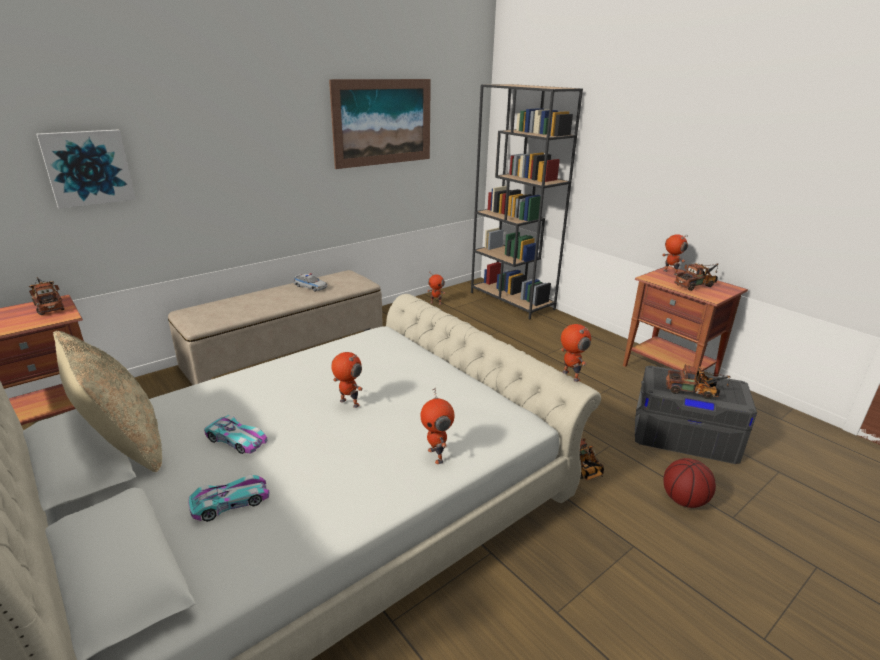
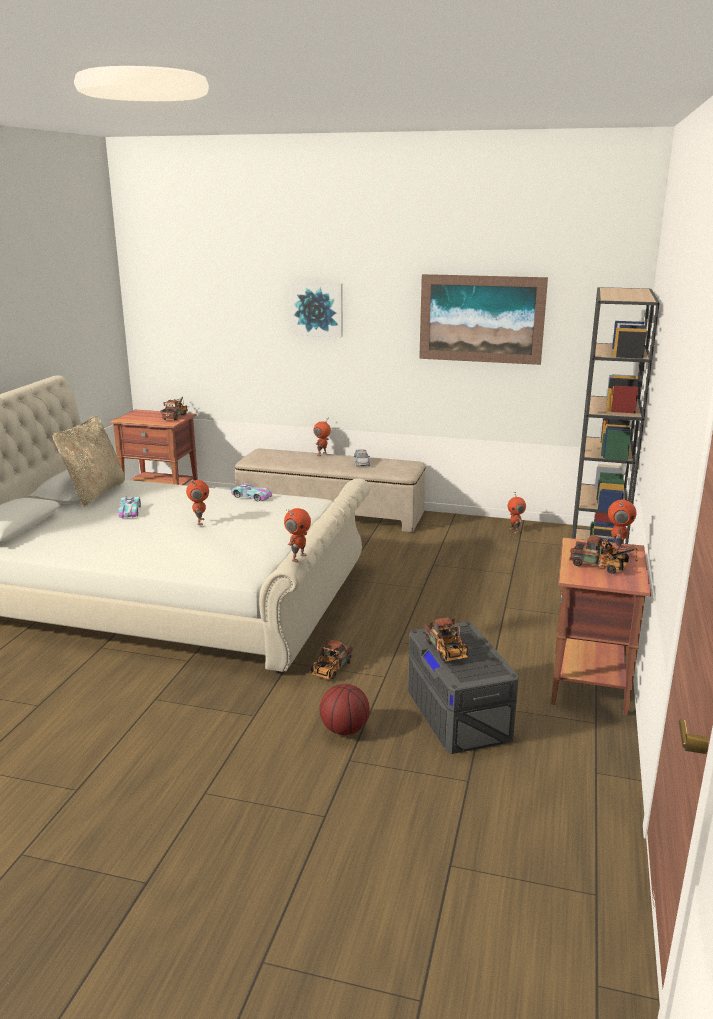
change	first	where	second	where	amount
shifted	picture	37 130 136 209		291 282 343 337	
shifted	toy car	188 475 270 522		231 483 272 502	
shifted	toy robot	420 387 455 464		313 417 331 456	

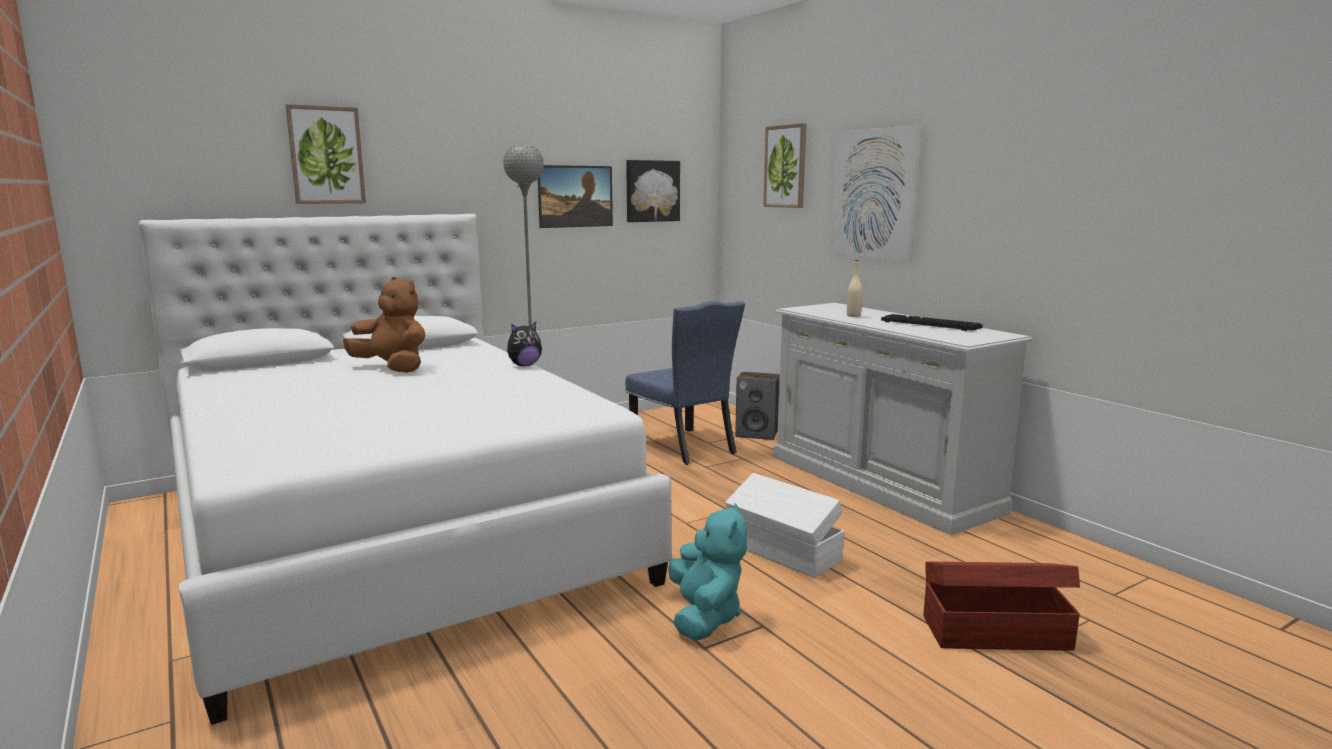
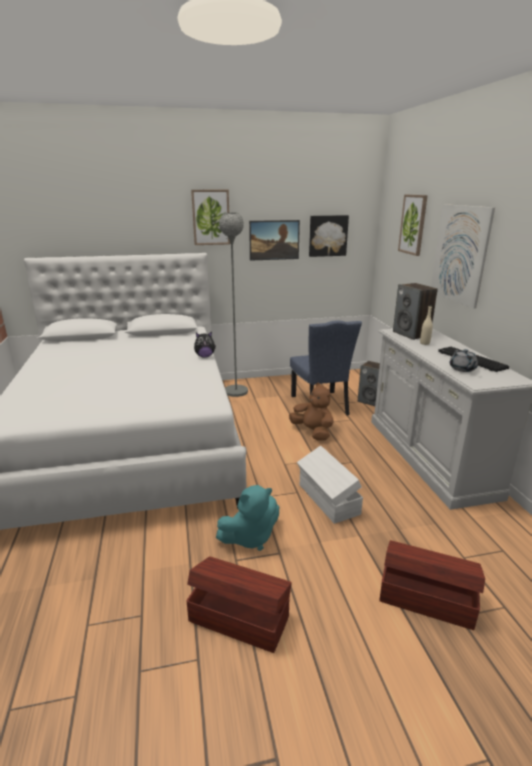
change	first	where	second	where	amount
new			brown storage box	186 556 292 653	
new			speaker	393 283 438 340	
new			grey teapot	450 349 478 372	
shifted	picture	286 104 366 204		191 190 230 245	
shifted	brown plush toy	343 277 425 373		289 383 334 440	
rotated	turquoise plush toy	669 503 747 641		216 485 279 551	45 degrees clockwise

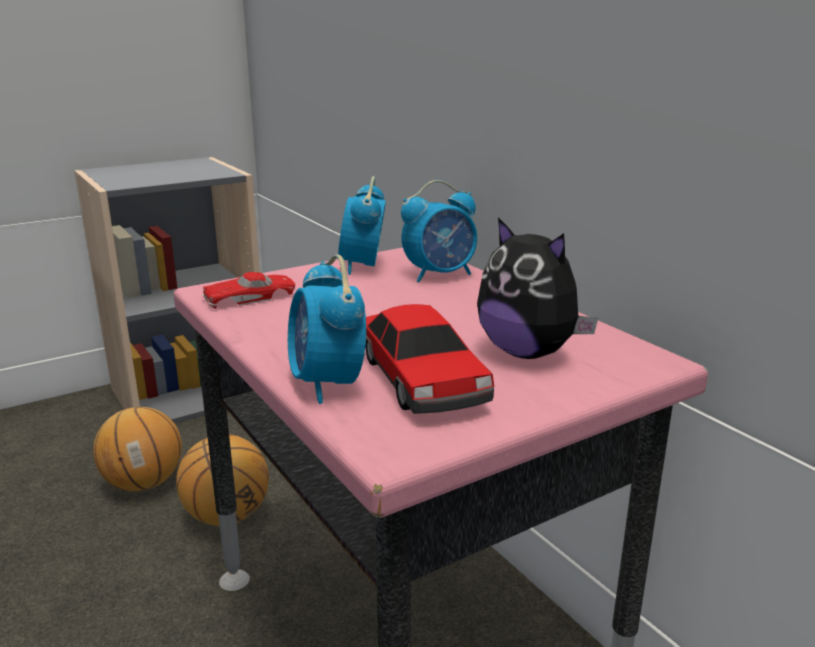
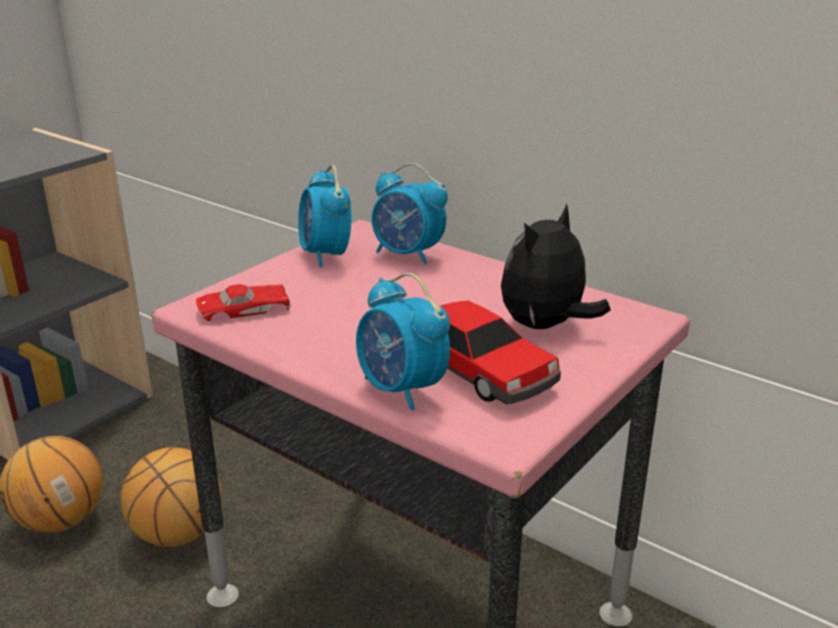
change	first	where	second	where	amount
rotated	red toy car	202 272 296 309		196 284 291 321	150 degrees counterclockwise
rotated	alarm clock	401 180 477 282		372 163 448 264	75 degrees clockwise
rotated	plush toy	477 217 598 359		501 204 611 329	105 degrees clockwise

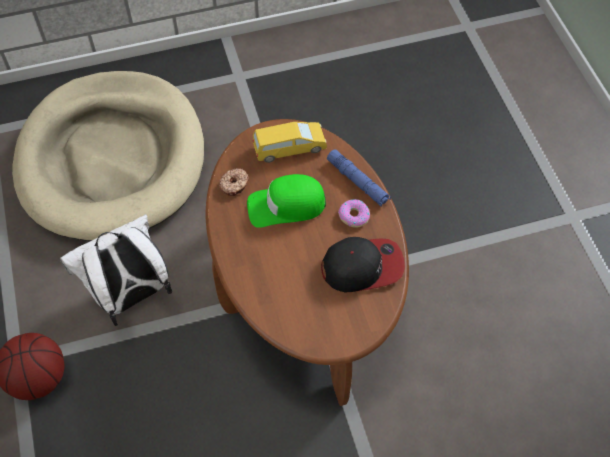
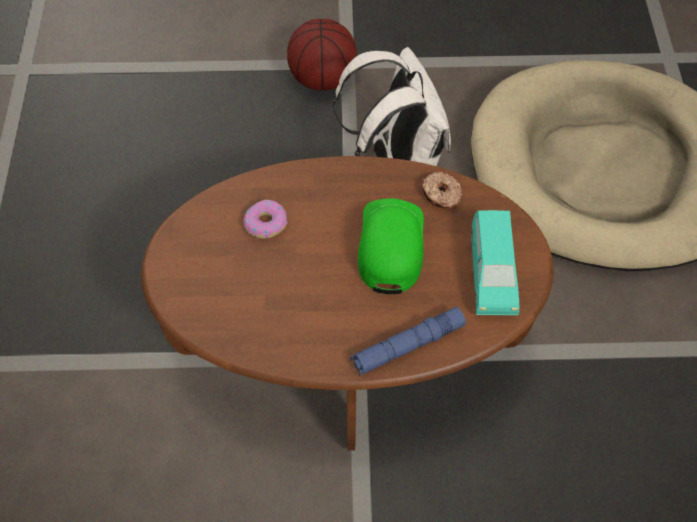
change	first	where	second	where	amount
gone	cap	321 237 405 292			
shifted	donut	338 199 370 228		243 200 288 239	
repainted	yellow toy car	253 122 327 163	turquoise toy car	471 210 520 315	

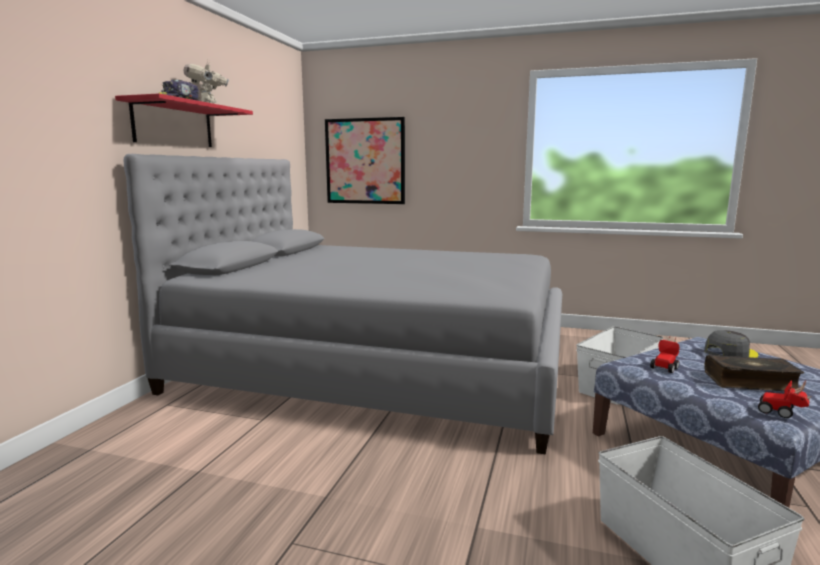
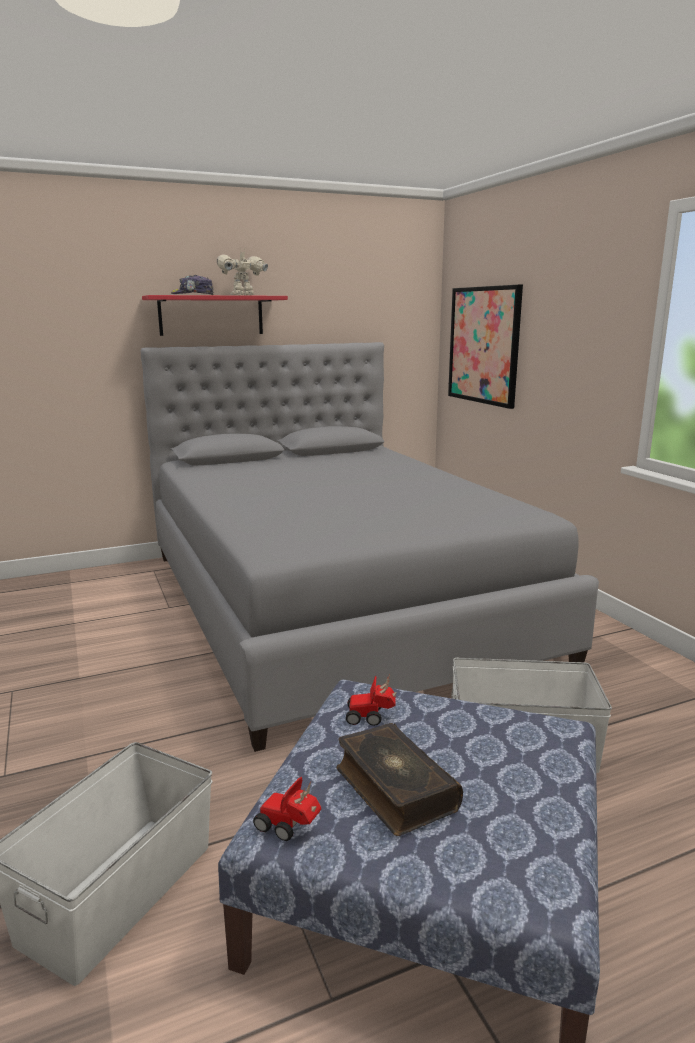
change	first	where	second	where	amount
gone	grey cap	704 330 758 358			
rotated	toy car	758 381 811 418		253 777 321 841	60 degrees counterclockwise

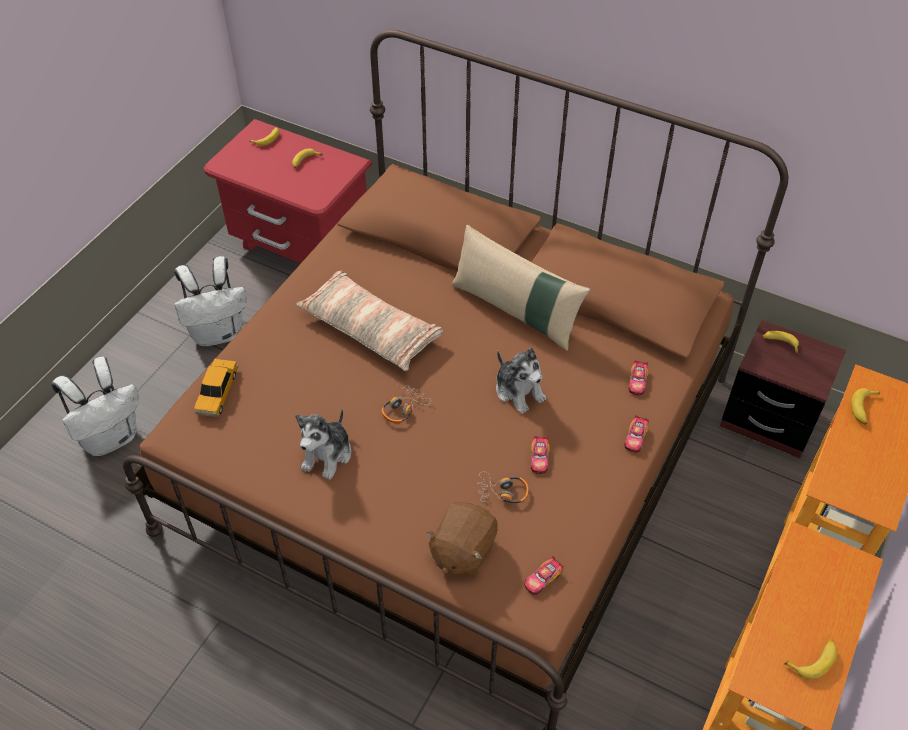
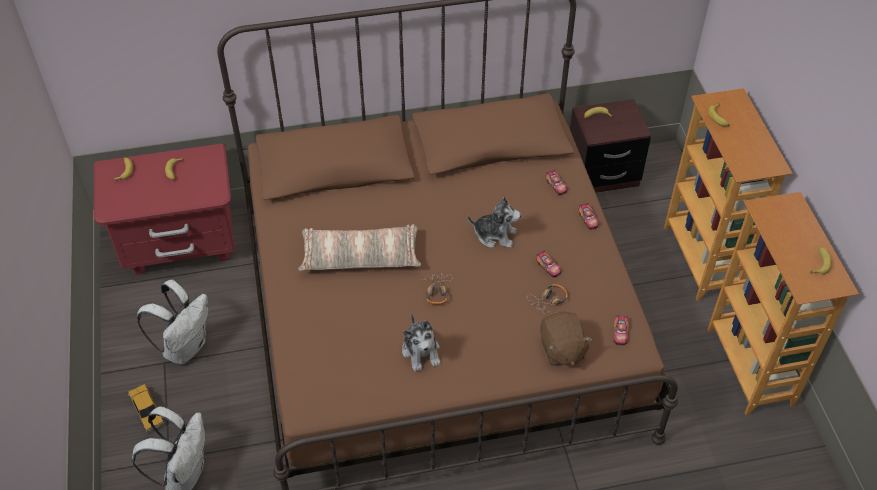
change	first	where	second	where	amount
gone	beige pillow	452 225 591 351			
shifted	toy car	194 359 239 417		128 384 165 432	

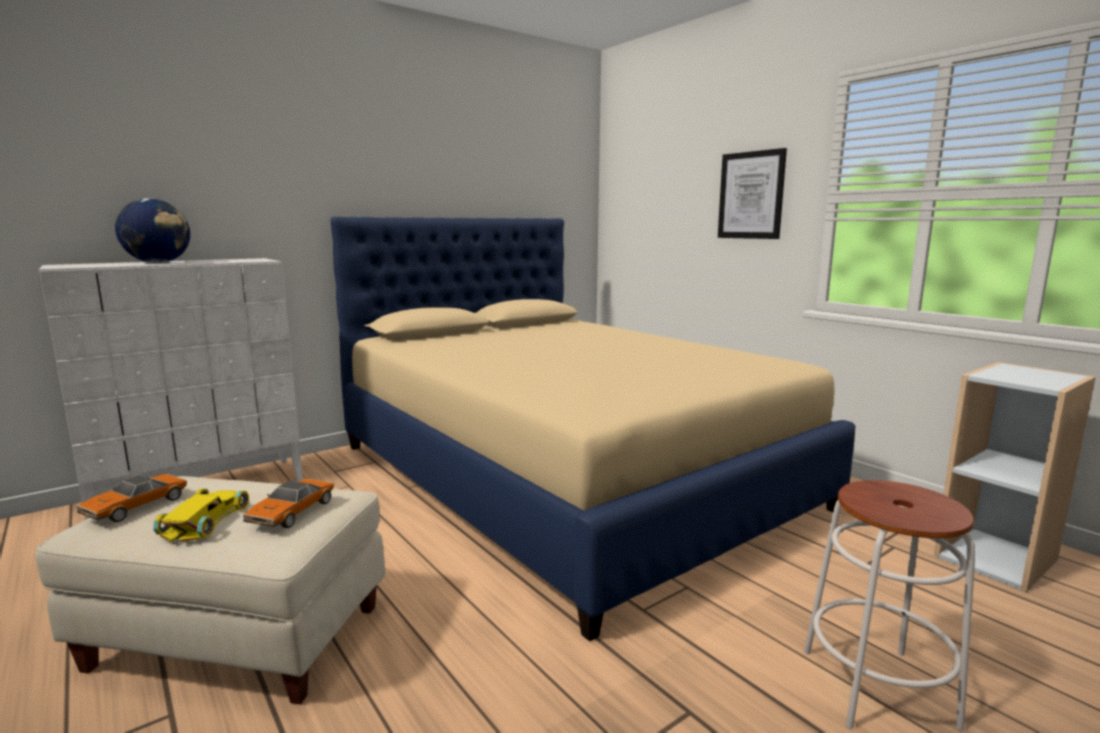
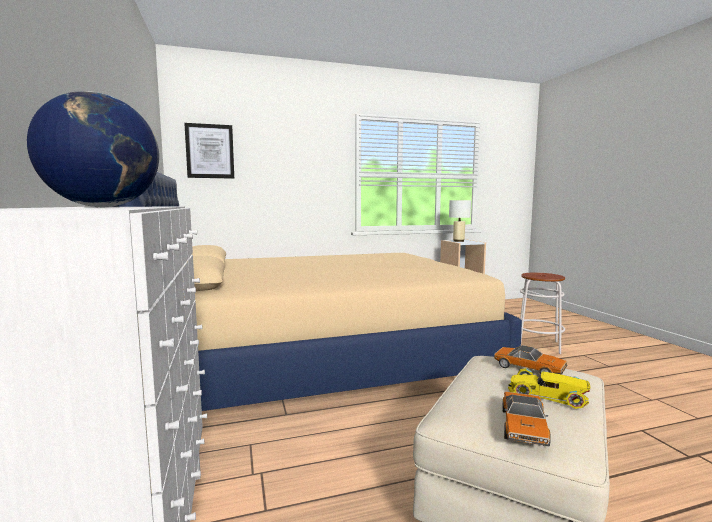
change	first	where	second	where	amount
new			white table lamp	449 200 471 242	
shifted	picture	718 148 787 239		184 123 234 179	
rotated	toy car	76 474 187 522		502 392 551 446	60 degrees clockwise

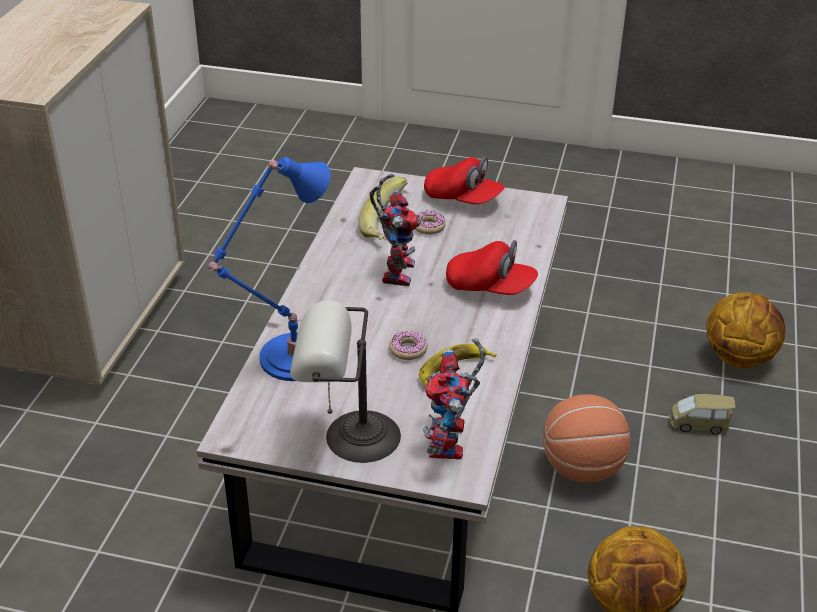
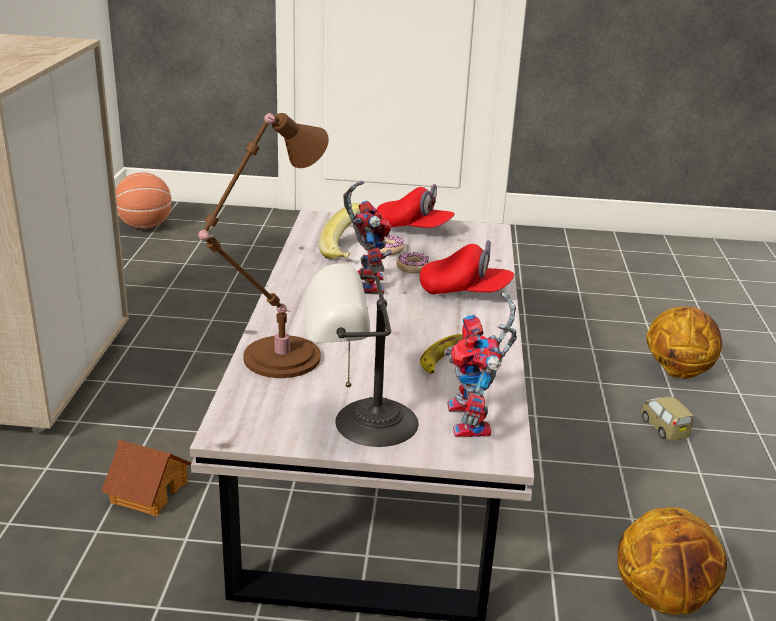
change	first	where	second	where	amount
new			toy house	101 440 191 516	
shifted	donut	389 331 427 360		396 252 430 274	
shifted	basketball	543 394 631 483		115 173 172 229	
repainted	blue table lamp	208 157 331 381	brown table lamp	198 113 329 378	
rotated	toy car	670 394 736 435		641 397 693 441	75 degrees clockwise

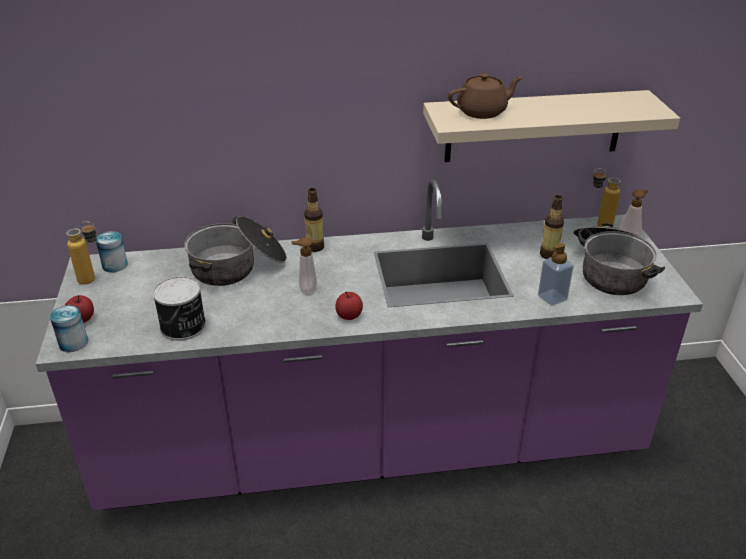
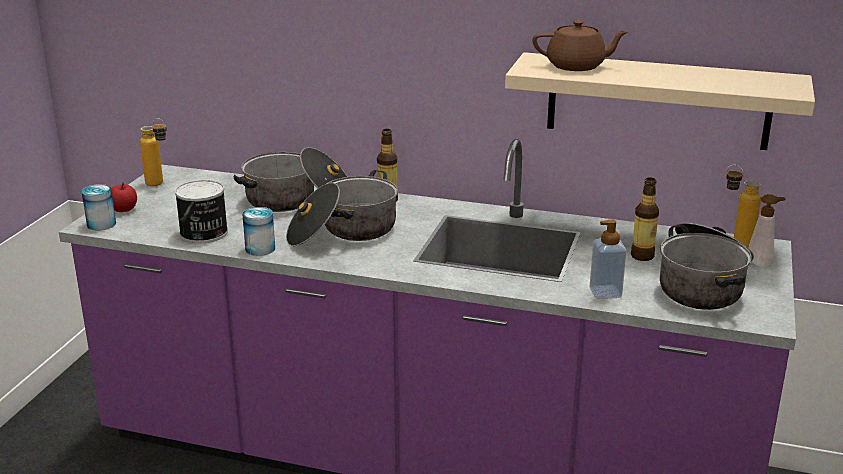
change	first	where	second	where	amount
gone	apple	335 292 363 320			
shifted	can	96 231 128 272		242 207 275 256	
swapped	soap dispenser	291 237 317 296	cooking pot	286 170 398 246	

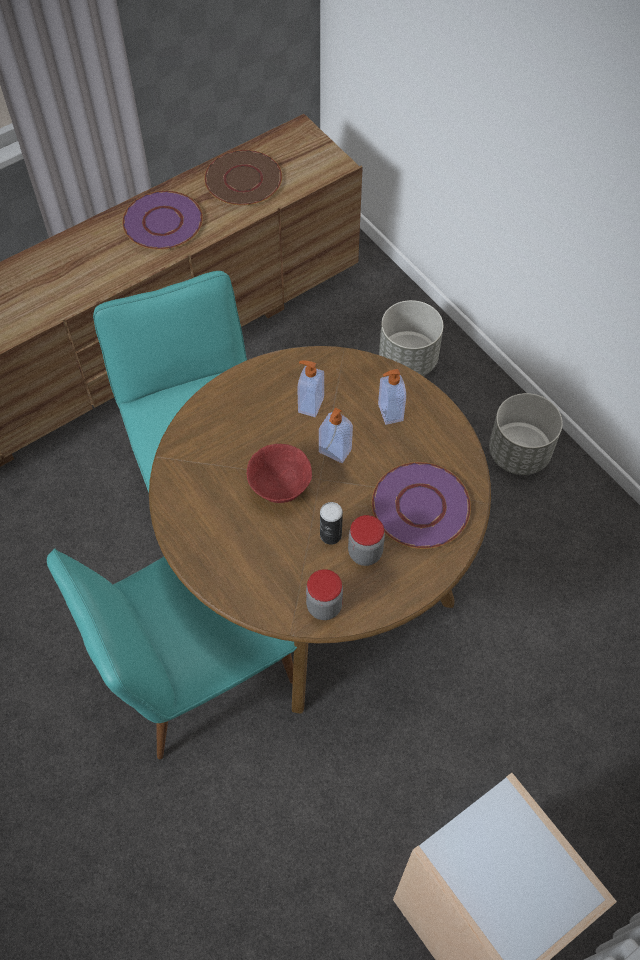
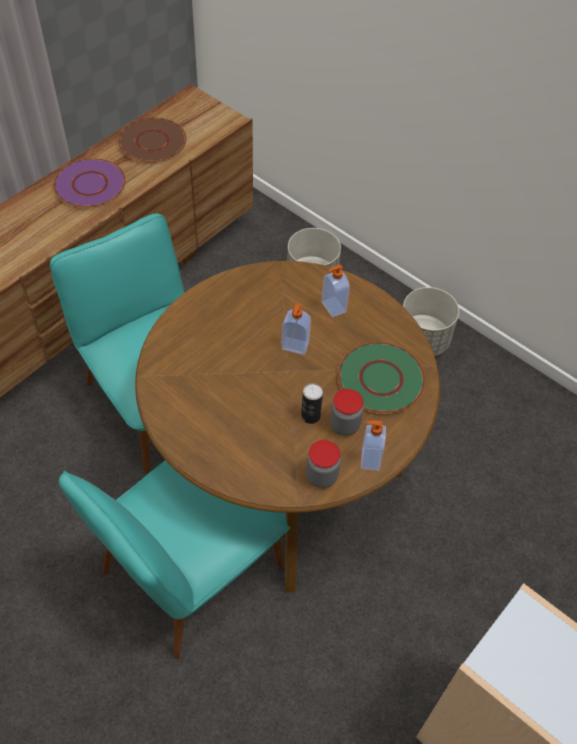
change	first	where	second	where	amount
gone	red bowl	247 444 312 503			
shifted	soap dispenser	297 360 324 417		361 420 386 471	
repainted	purple plate	371 462 471 549	green plate	338 342 425 414	

